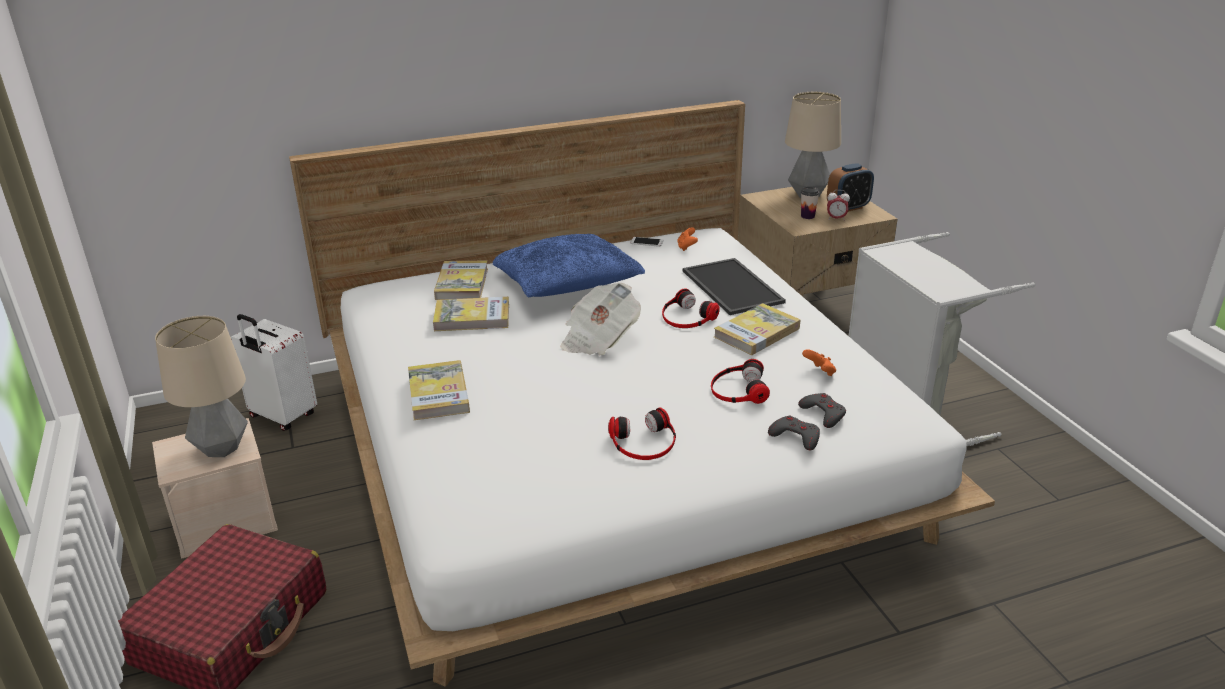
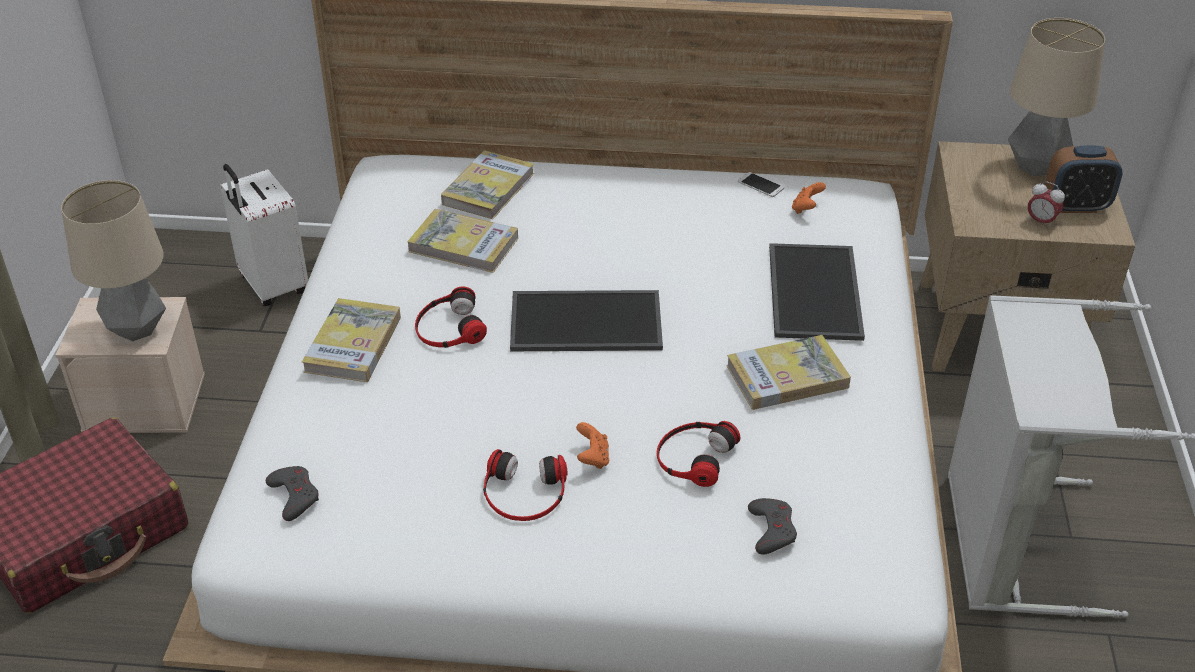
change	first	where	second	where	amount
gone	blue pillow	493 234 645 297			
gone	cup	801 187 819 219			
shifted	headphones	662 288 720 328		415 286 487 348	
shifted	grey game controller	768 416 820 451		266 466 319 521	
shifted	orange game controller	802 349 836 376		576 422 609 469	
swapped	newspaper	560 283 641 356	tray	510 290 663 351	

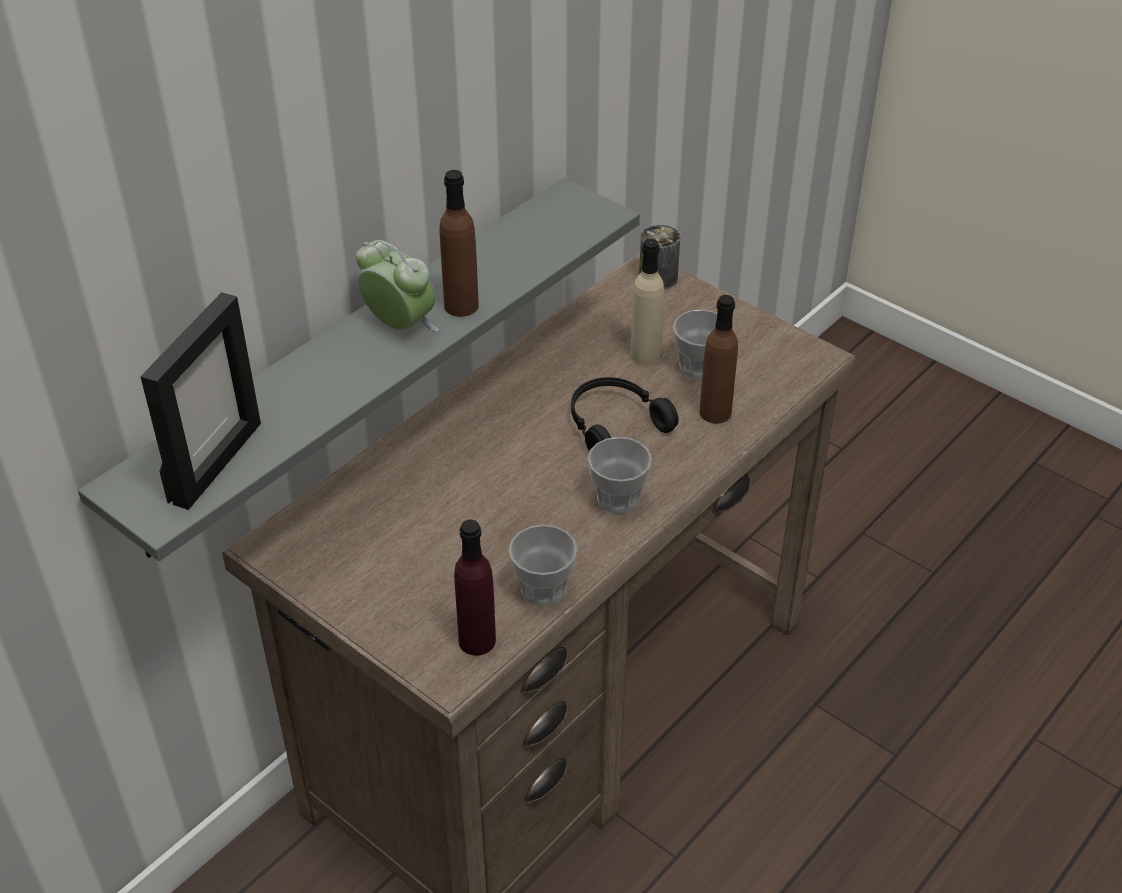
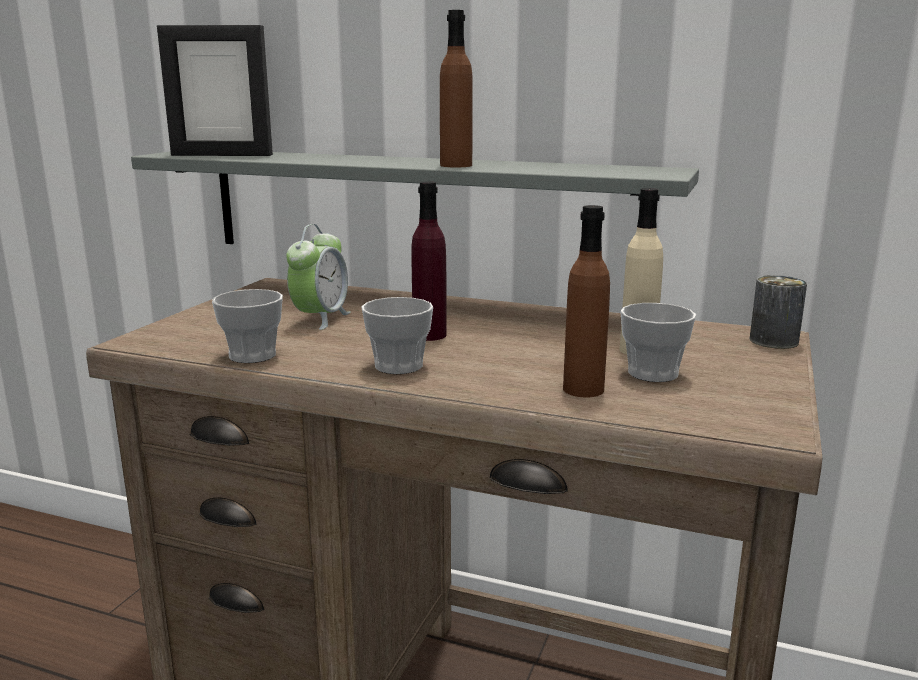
change	first	where	second	where	amount
gone	black headphones	571 377 679 451			
shifted	alarm clock	356 240 439 332		286 224 351 330	
shifted	purple bottle	454 520 496 656		411 181 447 341	

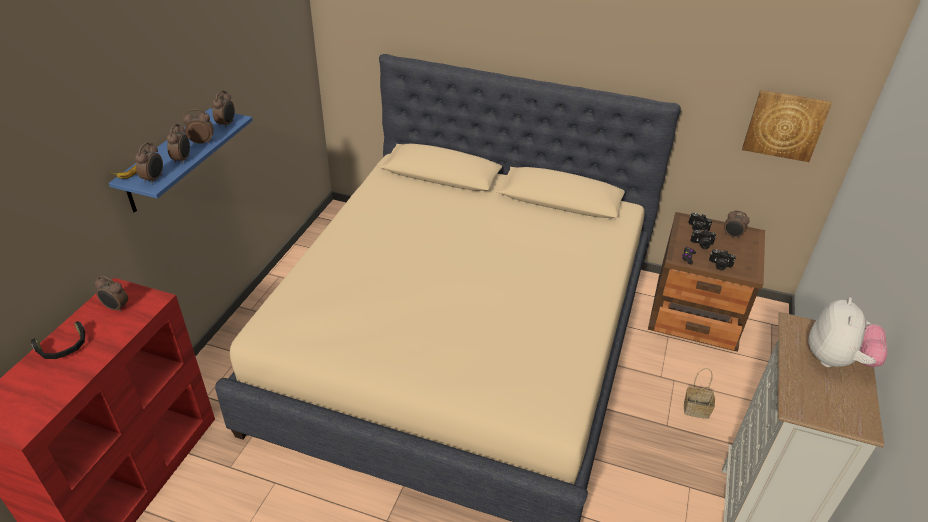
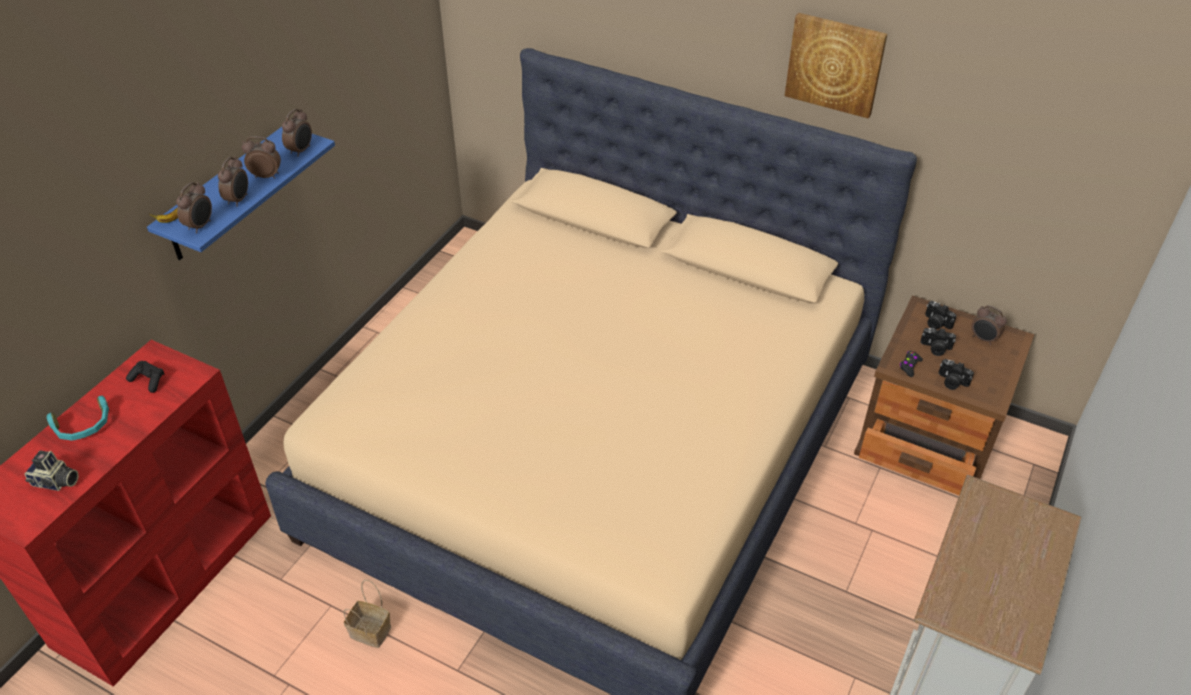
change	first	where	second	where	amount
gone	plush toy	808 297 888 367			
new			photo camera	25 450 79 491	
shifted	basket	684 368 715 419		343 580 391 648	
shifted	picture	742 90 832 162		785 13 887 119	
swapped	alarm clock	95 276 128 312	black game controller	126 361 164 393	
repainted	black headphones	31 321 85 359	turquoise headphones	47 395 109 441	

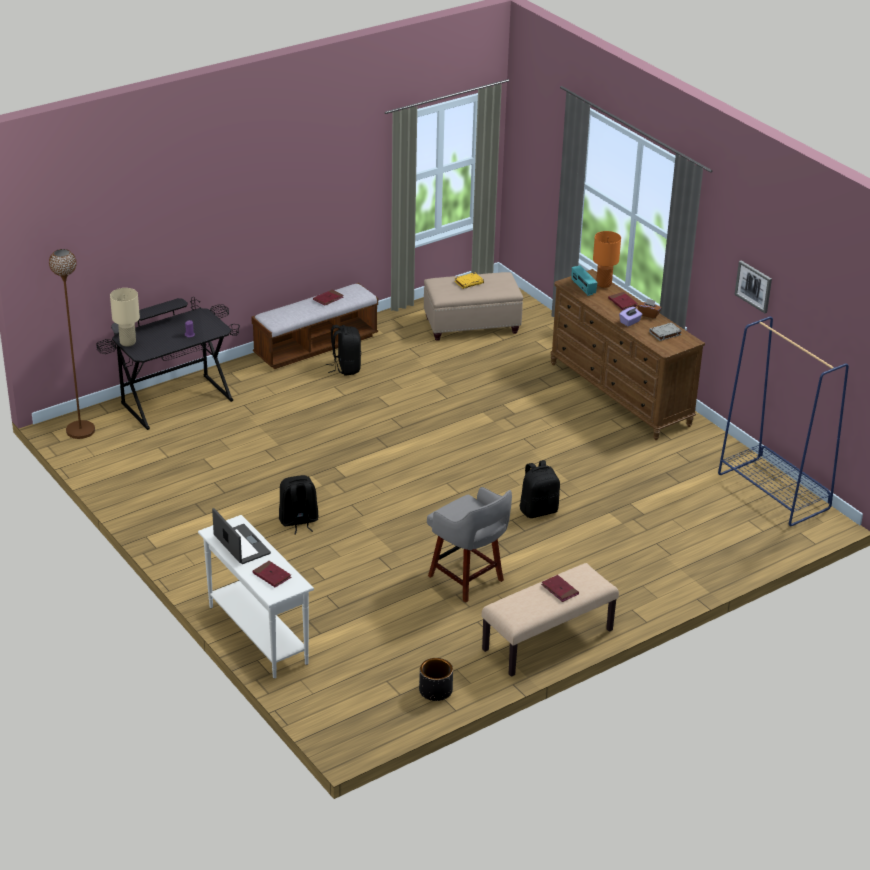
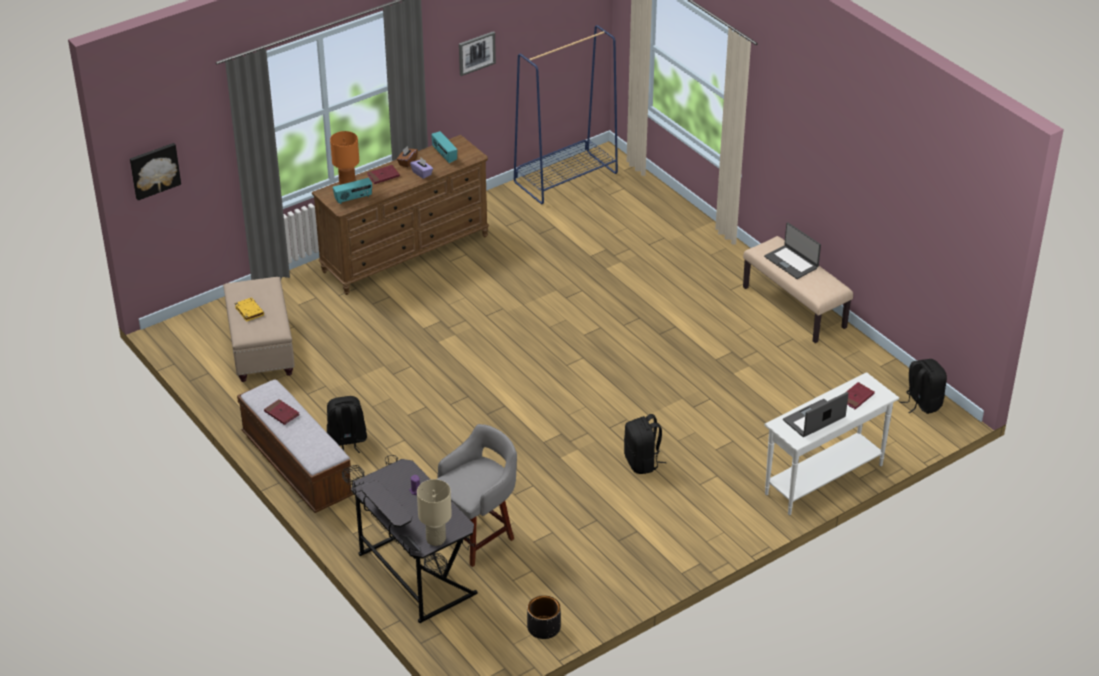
change	first	where	second	where	amount
gone	brown floor lamp	49 249 95 439			
new			picture	130 143 181 200	
shifted	black planter	419 658 453 701		527 595 561 639	
shifted	grey stool	427 487 512 603		437 424 517 567	
shifted	black backpack	520 460 560 518		900 359 947 414	
swapped	red book	541 575 579 602	laptop	764 222 821 279	
swapped	grey book	649 323 682 341	radio	431 131 457 163	

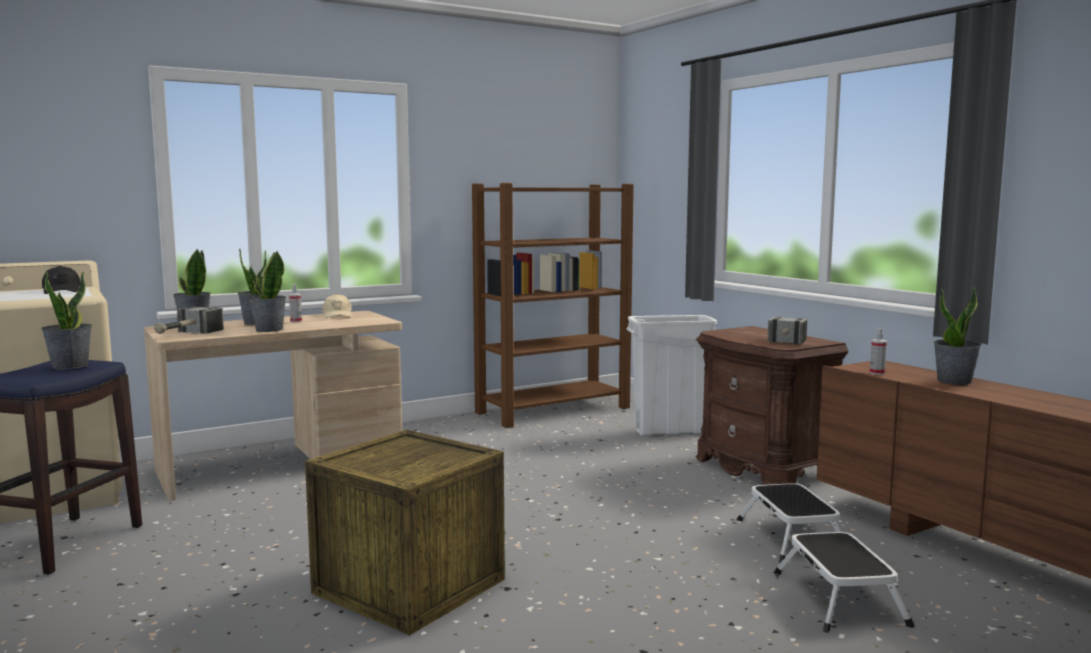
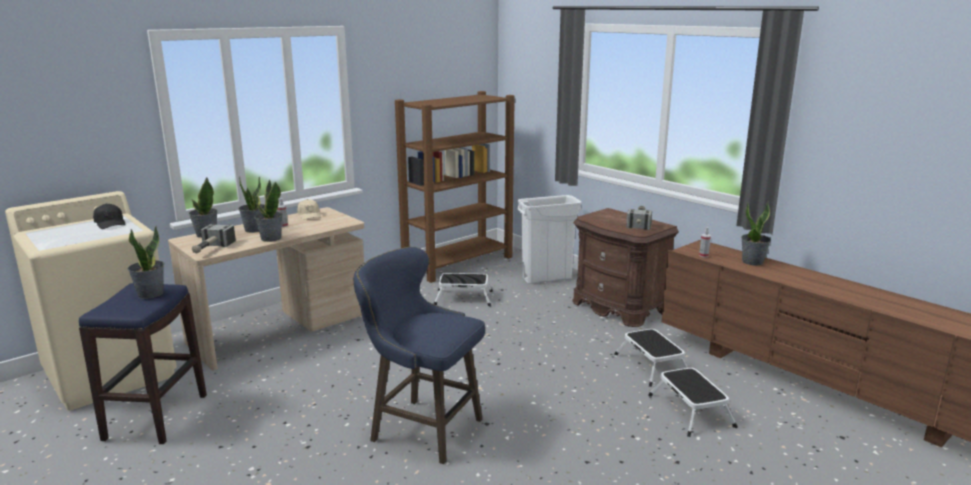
change	first	where	second	where	amount
new			black step ladder	434 273 493 307	
swapped	crate	305 429 505 635	blue stool	354 247 485 464	

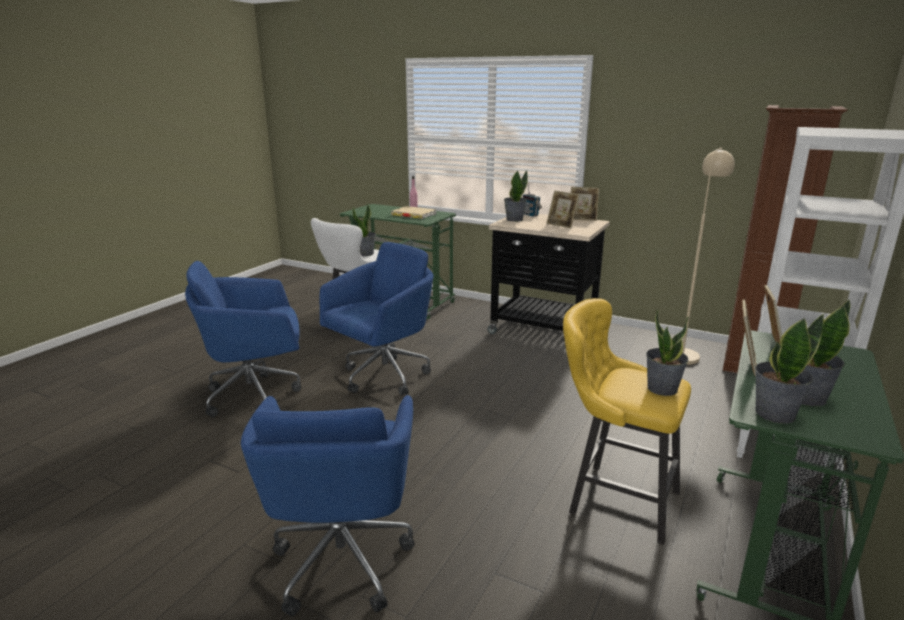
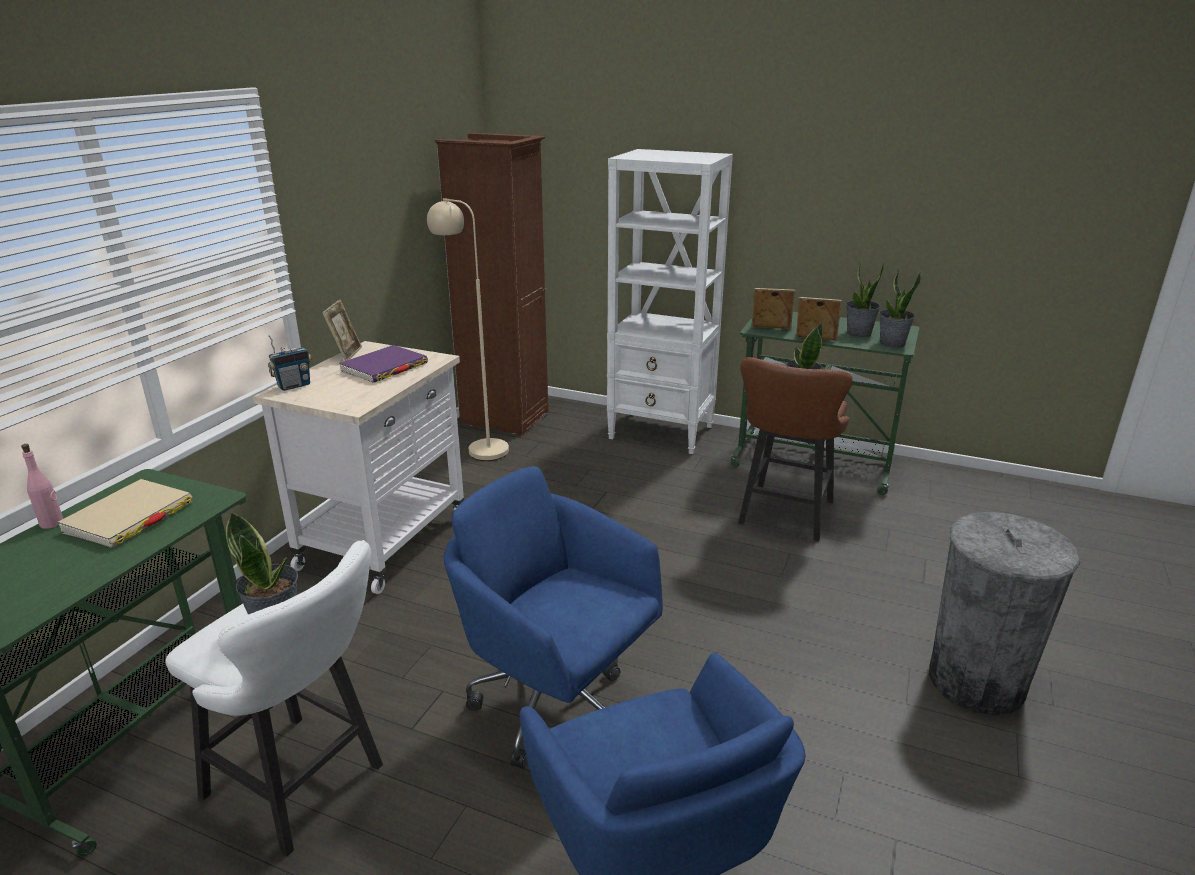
change	first	where	second	where	amount
gone	potted plant	504 170 528 222			
swapped	blue office chair	241 395 414 616	grey trash can	929 512 1080 715	
swapped	picture frame	546 190 579 228	purple book	339 345 428 383	
repainted	black cart	487 214 610 334	white cart	253 341 464 594	
repainted	yellow stool	563 298 691 545	brown stool	738 357 853 541	

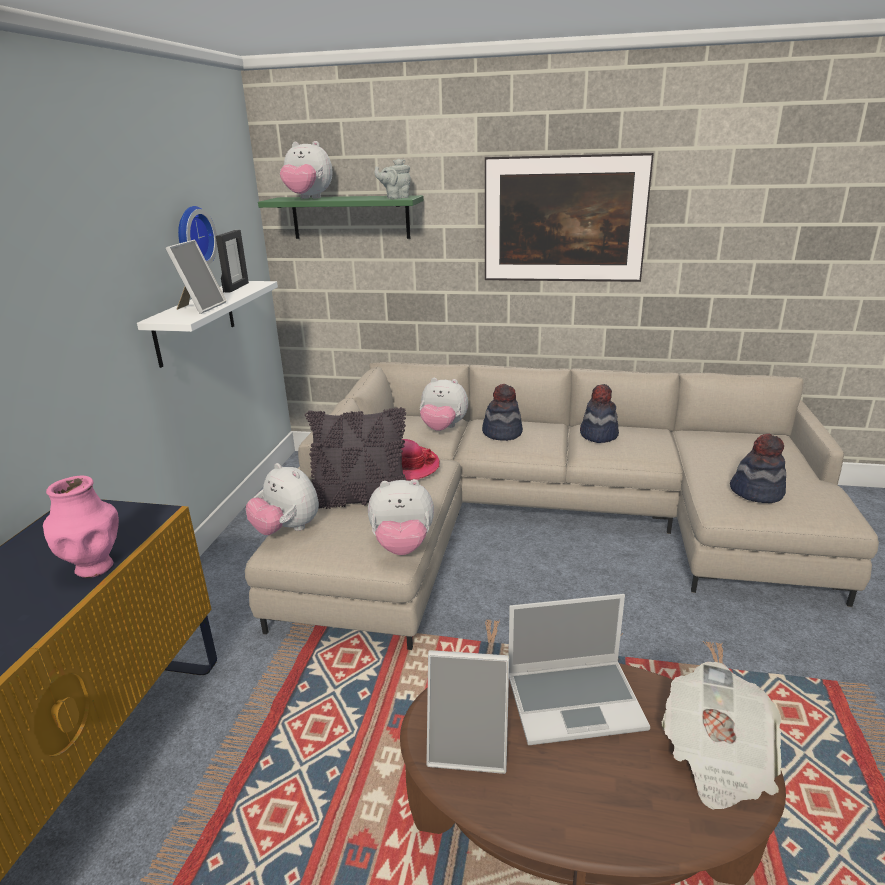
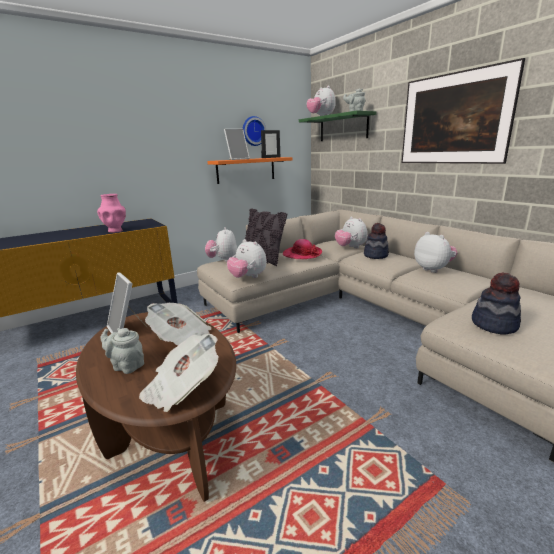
change	first	where	second	where	amount
new			grey teapot	100 328 144 374	
swapped	laptop	508 594 650 745	newspaper	145 303 211 346	
swapped	hat	580 384 619 443	plush toy	414 232 457 273	
repainted	white shelf	137 281 278 368	orange shelf	207 157 293 184	

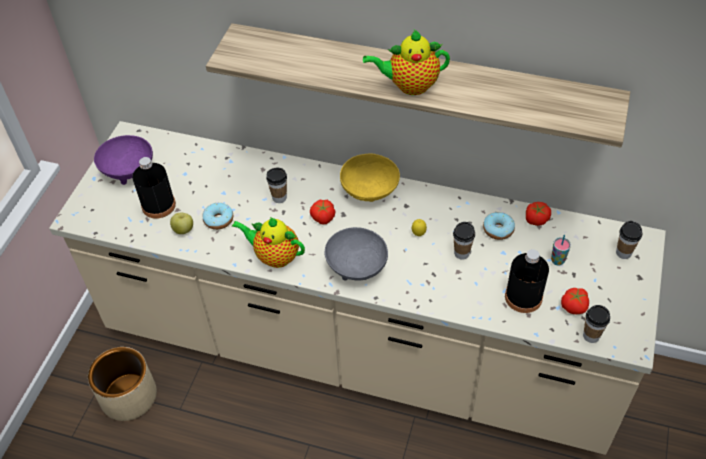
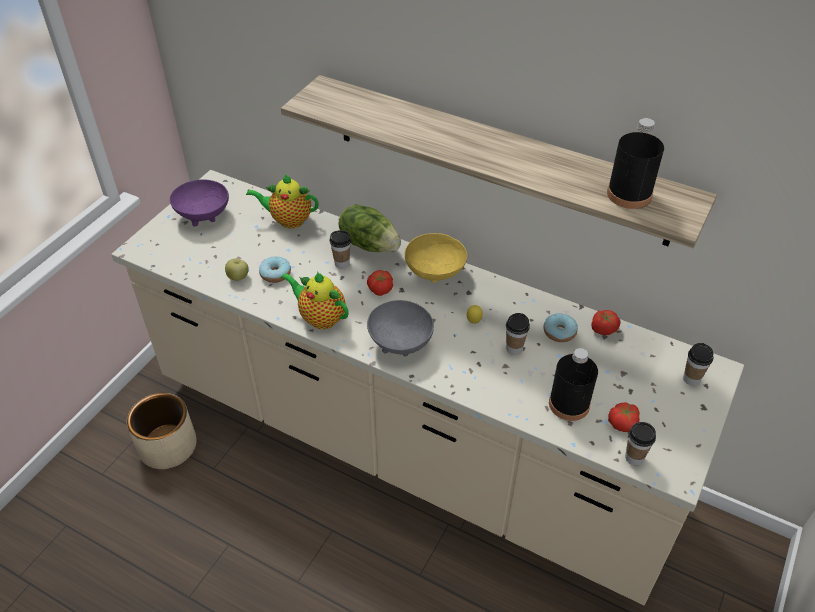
change	first	where	second	where	amount
gone	cup	551 235 571 266			
new			lettuce	338 204 401 252	
shifted	black bottle	132 157 176 219		607 118 664 209	
shifted	teapot	363 30 450 95		246 174 319 228	

